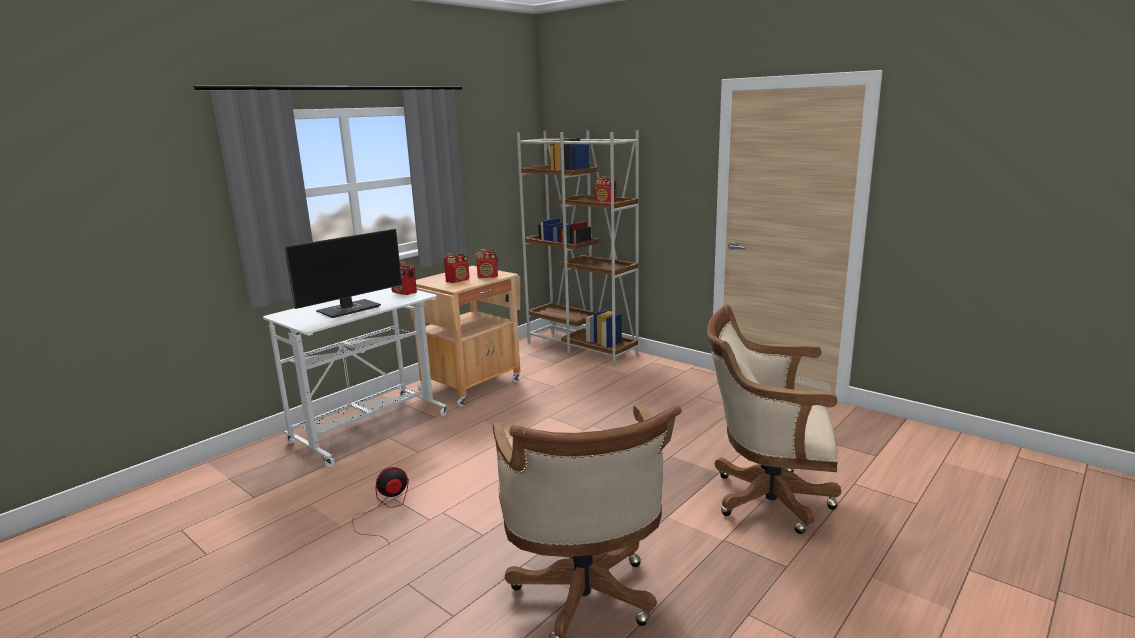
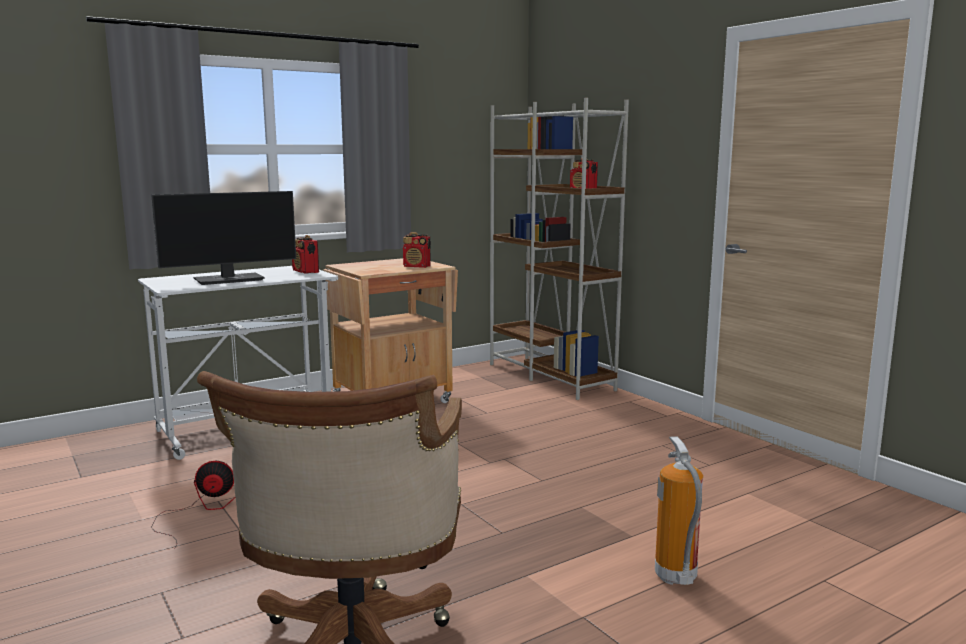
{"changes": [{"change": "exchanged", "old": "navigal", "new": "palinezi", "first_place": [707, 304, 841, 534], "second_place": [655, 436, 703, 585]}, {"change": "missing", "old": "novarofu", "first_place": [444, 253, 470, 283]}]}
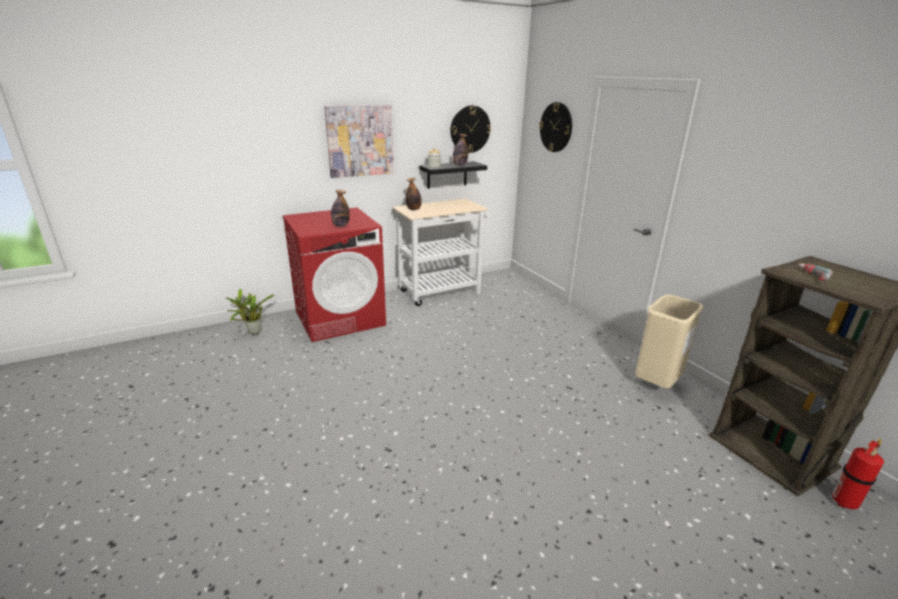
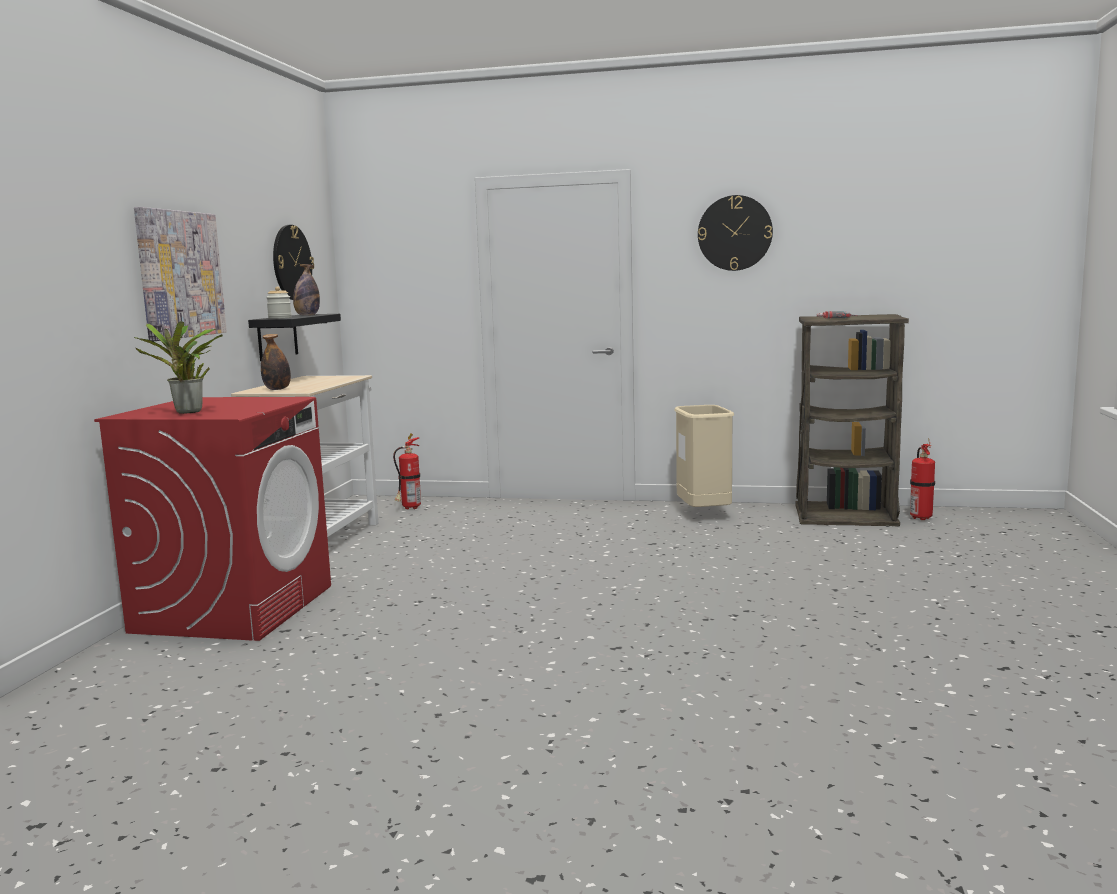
{"changes": [{"change": "relocated", "old": "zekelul", "first_place": [226, 289, 274, 334], "second_place": [134, 321, 223, 414]}, {"change": "appeared", "new": "palinezi", "second_place": [393, 433, 421, 509]}, {"change": "relocated", "old": "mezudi", "first_place": [539, 102, 572, 152], "second_place": [698, 195, 773, 271]}, {"change": "missing", "old": "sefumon", "first_place": [331, 190, 350, 227]}]}
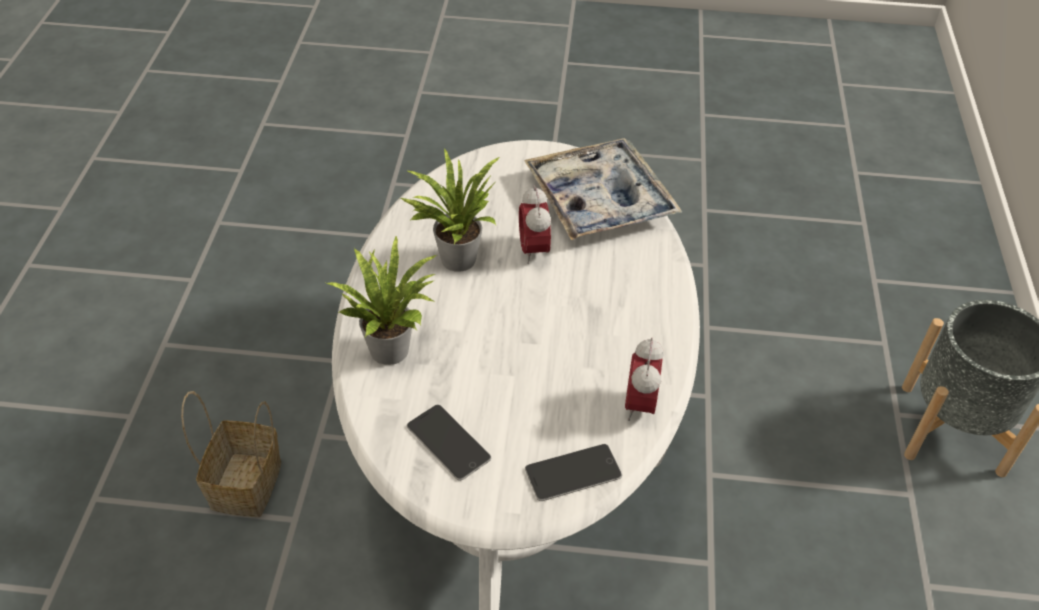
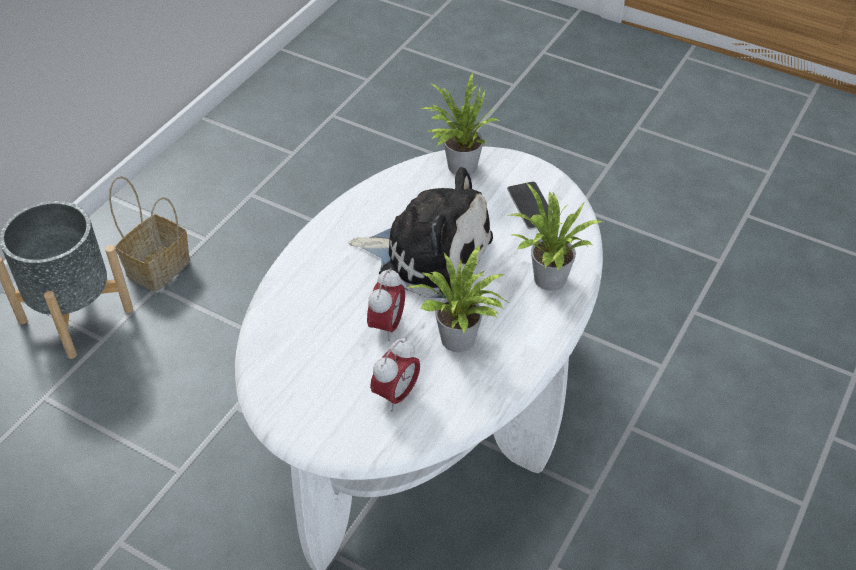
{"changes": [{"change": "relocated", "old": "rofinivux", "first_place": [181, 391, 281, 517], "second_place": [109, 176, 190, 292]}, {"change": "appeared", "new": "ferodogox", "second_place": [348, 167, 493, 298]}, {"change": "relocated", "old": "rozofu", "first_place": [625, 338, 664, 421], "second_place": [370, 337, 420, 412]}, {"change": "exchanged", "old": "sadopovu", "new": "zekelul", "first_place": [525, 444, 622, 501], "second_place": [421, 72, 499, 175]}, {"change": "missing", "old": "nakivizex", "first_place": [524, 138, 683, 240]}]}
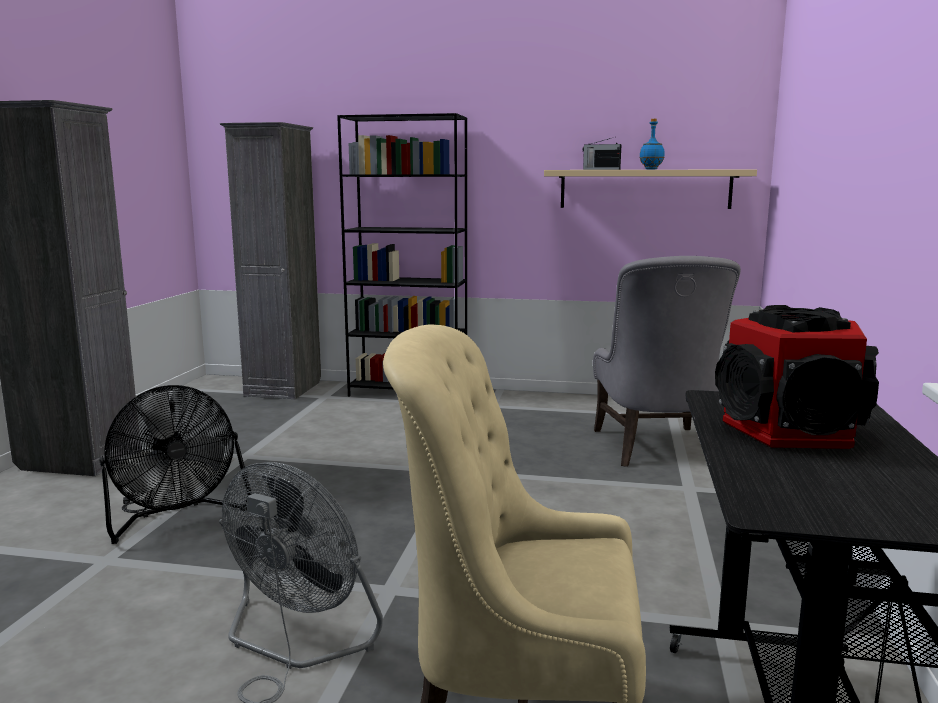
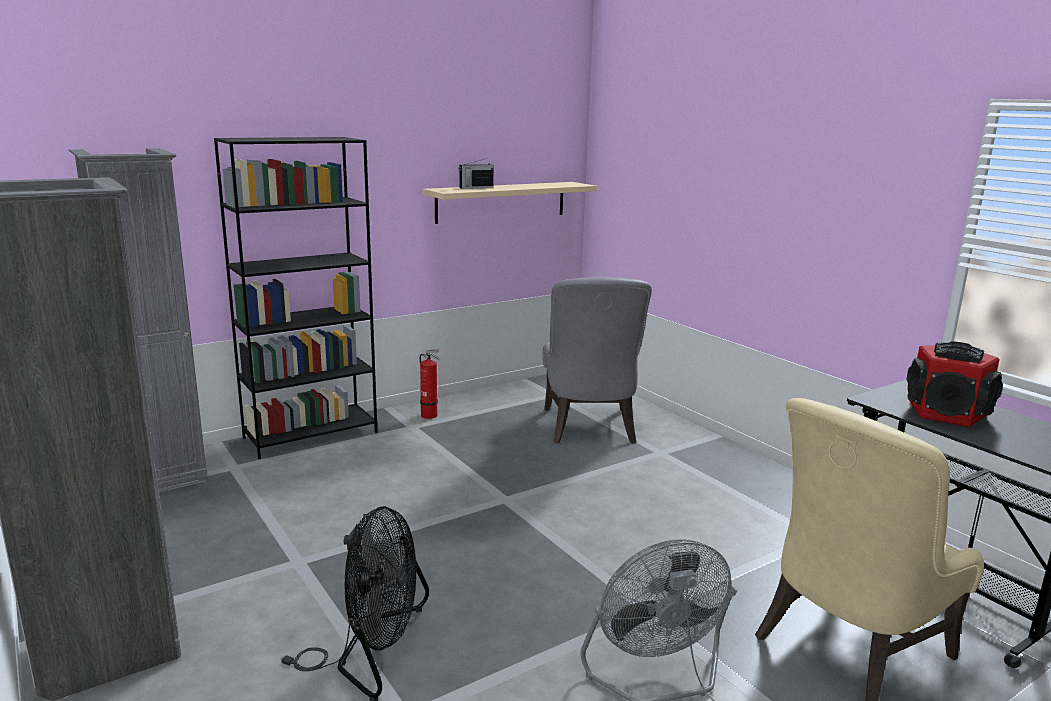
{"changes": [{"change": "appeared", "new": "palinezi", "second_place": [420, 350, 440, 419]}, {"change": "spun", "old": "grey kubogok", "first_place": [593, 256, 741, 467], "second_place": [542, 277, 652, 444], "degrees": 45}, {"change": "missing", "old": "blue sefumon", "first_place": [639, 119, 665, 170]}]}
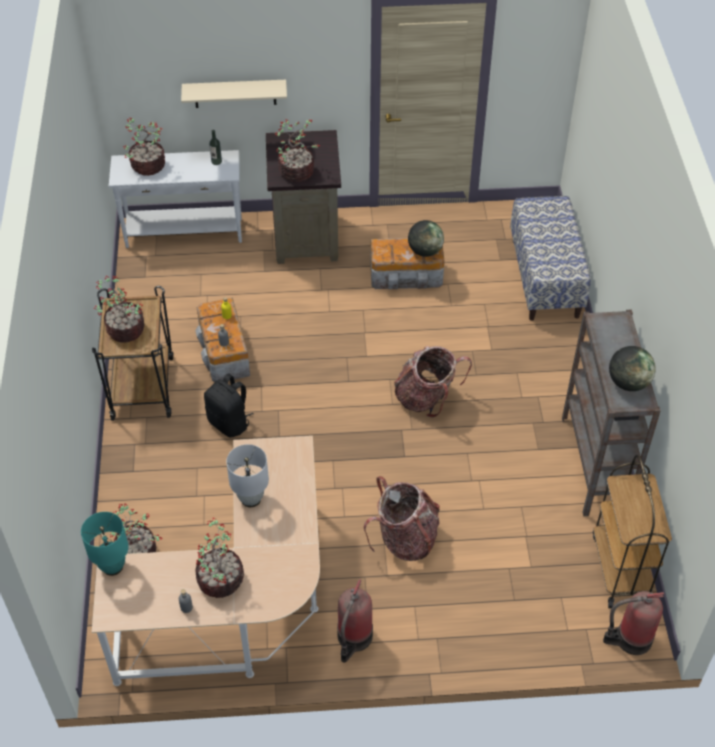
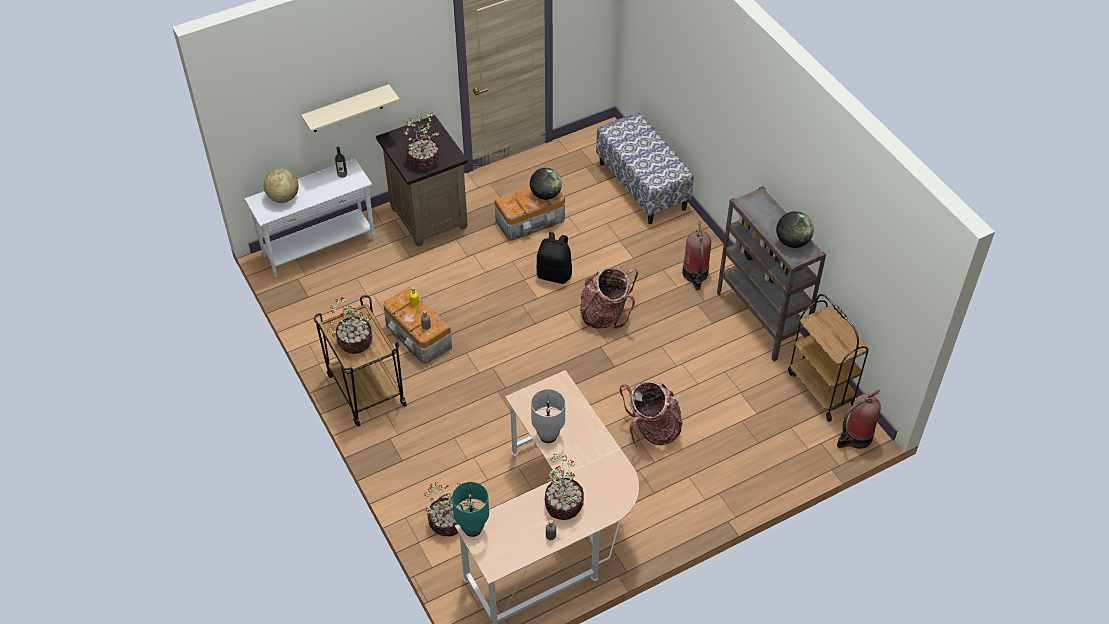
{"changes": [{"change": "exchanged", "old": "zekelul", "new": "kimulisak", "first_place": [123, 118, 165, 176], "second_place": [264, 169, 299, 203]}, {"change": "relocated", "old": "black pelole", "first_place": [204, 373, 253, 437], "second_place": [536, 232, 572, 284]}, {"change": "relocated", "old": "palinezi", "first_place": [337, 579, 373, 663], "second_place": [682, 221, 711, 290]}]}
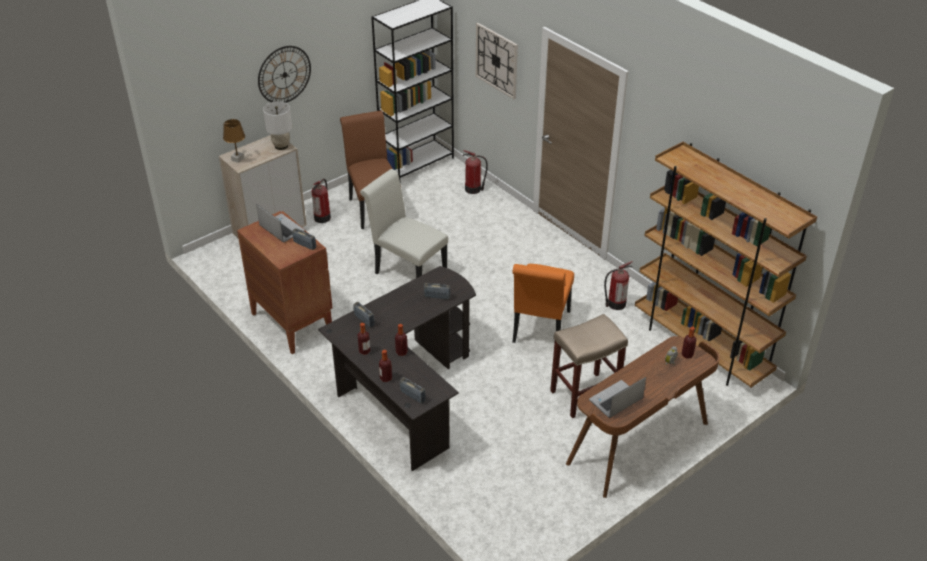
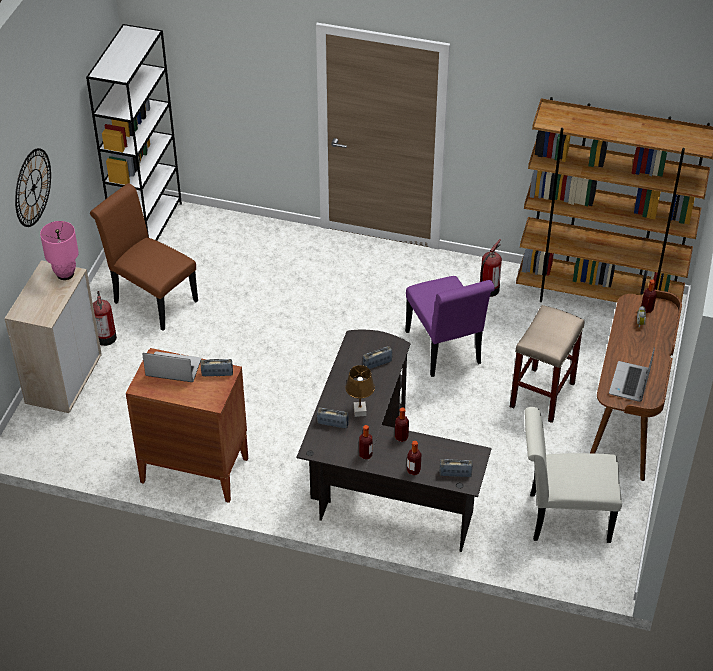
{"changes": [{"change": "colour", "old": "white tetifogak", "new": "pink tetifogak", "first_place": [263, 101, 292, 150], "second_place": [40, 221, 79, 280]}, {"change": "relocated", "old": "brown tetifogak", "first_place": [223, 119, 245, 163], "second_place": [345, 365, 375, 417]}, {"change": "colour", "old": "orange kubogok", "new": "purple kubogok", "first_place": [512, 264, 574, 343], "second_place": [405, 276, 495, 377]}, {"change": "relocated", "old": "white kubogok", "first_place": [360, 169, 448, 278], "second_place": [525, 407, 622, 543]}, {"change": "missing", "old": "palinezi", "first_place": [463, 150, 488, 194]}, {"change": "missing", "old": "mezudi", "first_place": [476, 23, 518, 99]}]}
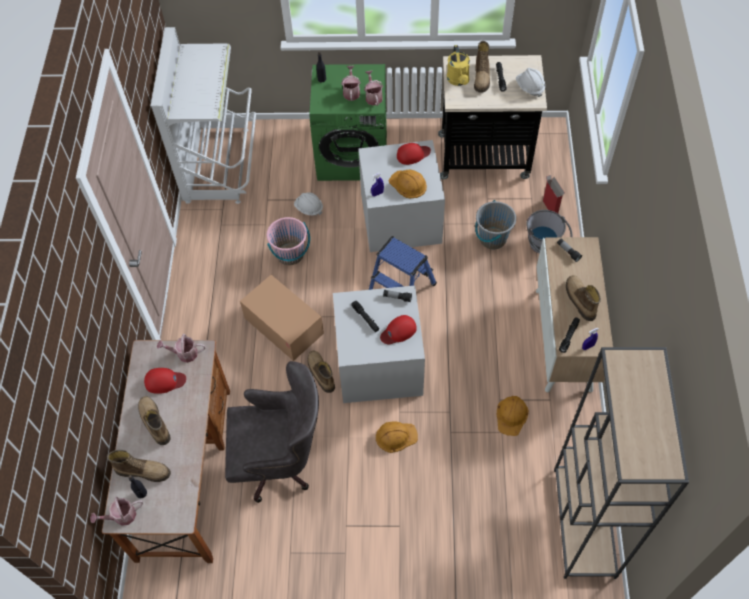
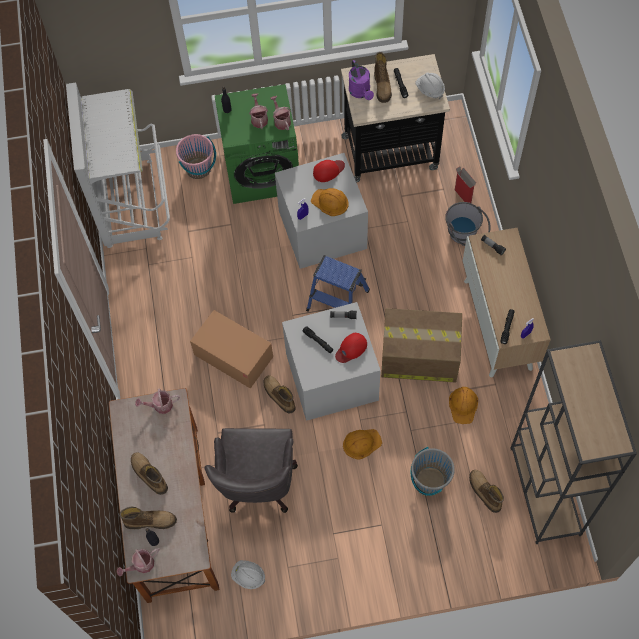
{"changes": [{"change": "relocated", "old": "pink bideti", "first_place": [267, 217, 310, 265], "second_place": [176, 134, 216, 179]}, {"change": "spun", "old": "grey navigal", "first_place": [225, 361, 319, 503], "second_place": [204, 428, 298, 513], "degrees": 105}, {"change": "relocated", "old": "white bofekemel", "first_place": [294, 192, 323, 216], "second_place": [231, 560, 265, 589]}, {"change": "colour", "old": "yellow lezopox", "new": "purple lezopox", "first_place": [447, 45, 470, 86], "second_place": [349, 60, 374, 100]}, {"change": "appeared", "new": "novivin", "second_place": [381, 308, 462, 383]}, {"change": "relocated", "old": "grey bideti", "first_place": [475, 200, 516, 249], "second_place": [411, 447, 455, 496]}, {"change": "relocated", "old": "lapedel", "first_place": [566, 275, 601, 321], "second_place": [469, 470, 504, 513]}, {"change": "missing", "old": "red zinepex", "first_place": [144, 368, 186, 394]}]}
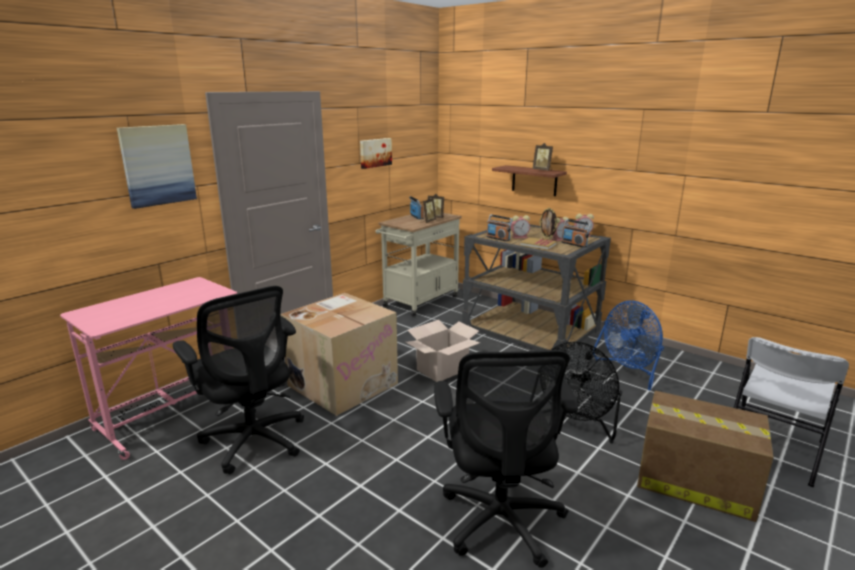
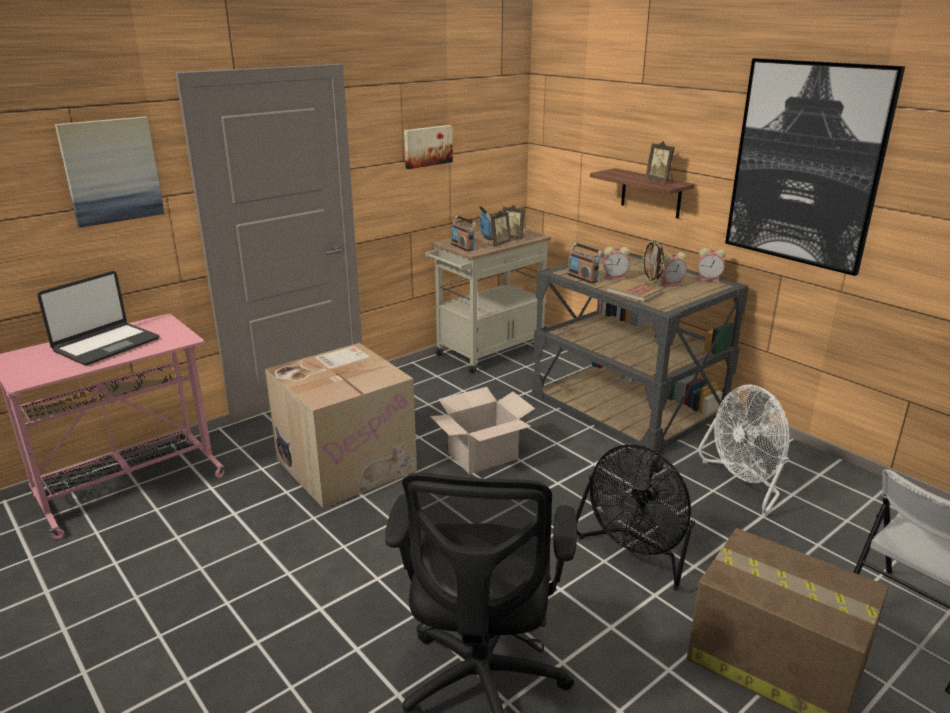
{"changes": [{"change": "appeared", "new": "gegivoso", "second_place": [37, 271, 159, 365]}, {"change": "relocated", "old": "novarofu", "first_place": [562, 219, 591, 248], "second_place": [451, 216, 476, 251]}, {"change": "colour", "old": "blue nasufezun", "new": "white nasufezun", "first_place": [593, 300, 664, 391], "second_place": [698, 385, 790, 517]}, {"change": "appeared", "new": "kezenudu", "second_place": [725, 58, 905, 276]}, {"change": "missing", "old": "black navigal", "first_place": [173, 286, 304, 474]}]}
